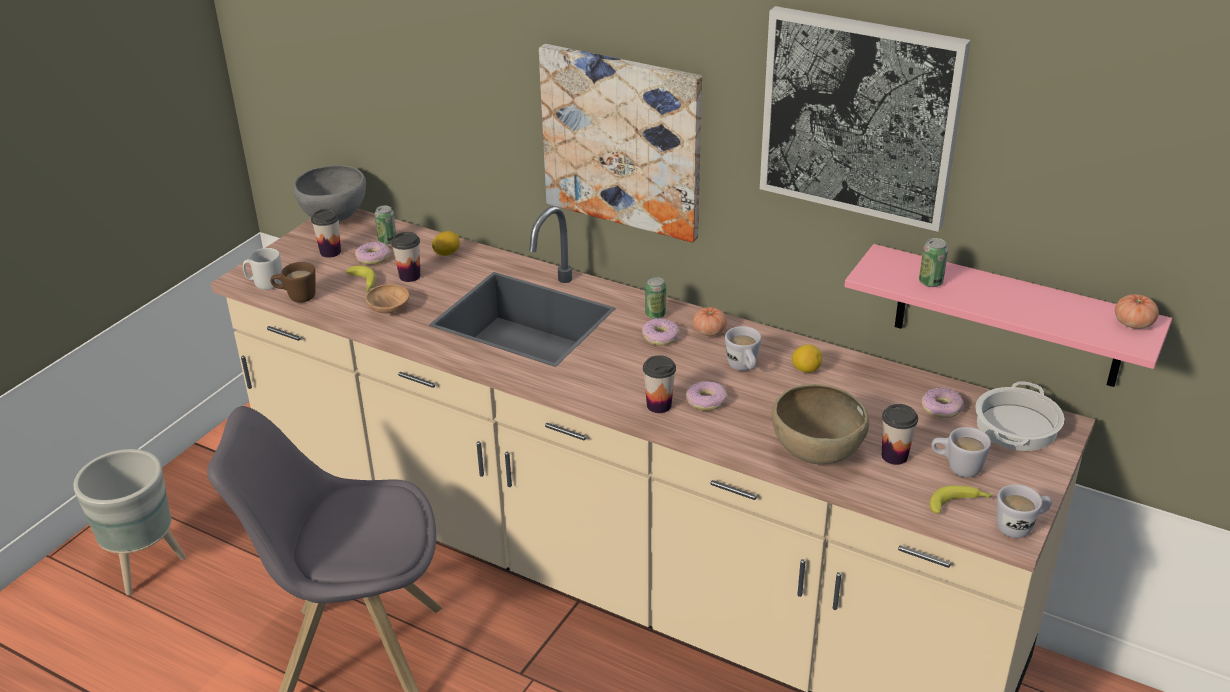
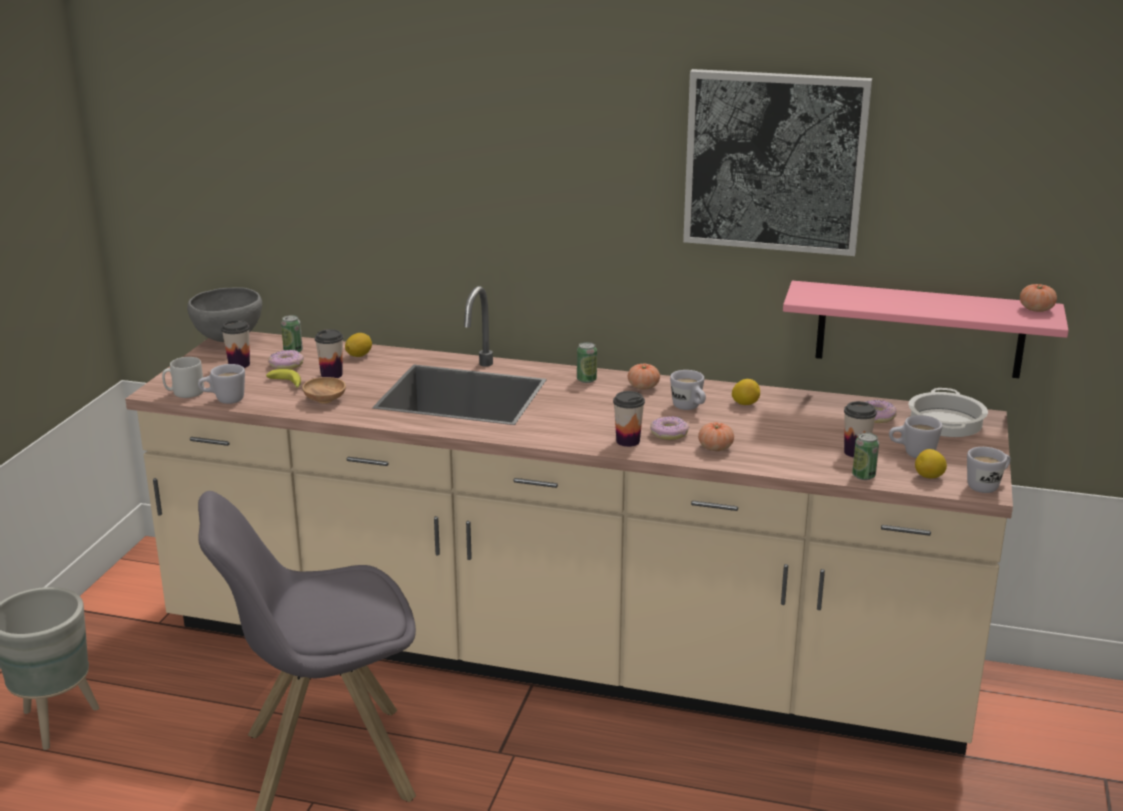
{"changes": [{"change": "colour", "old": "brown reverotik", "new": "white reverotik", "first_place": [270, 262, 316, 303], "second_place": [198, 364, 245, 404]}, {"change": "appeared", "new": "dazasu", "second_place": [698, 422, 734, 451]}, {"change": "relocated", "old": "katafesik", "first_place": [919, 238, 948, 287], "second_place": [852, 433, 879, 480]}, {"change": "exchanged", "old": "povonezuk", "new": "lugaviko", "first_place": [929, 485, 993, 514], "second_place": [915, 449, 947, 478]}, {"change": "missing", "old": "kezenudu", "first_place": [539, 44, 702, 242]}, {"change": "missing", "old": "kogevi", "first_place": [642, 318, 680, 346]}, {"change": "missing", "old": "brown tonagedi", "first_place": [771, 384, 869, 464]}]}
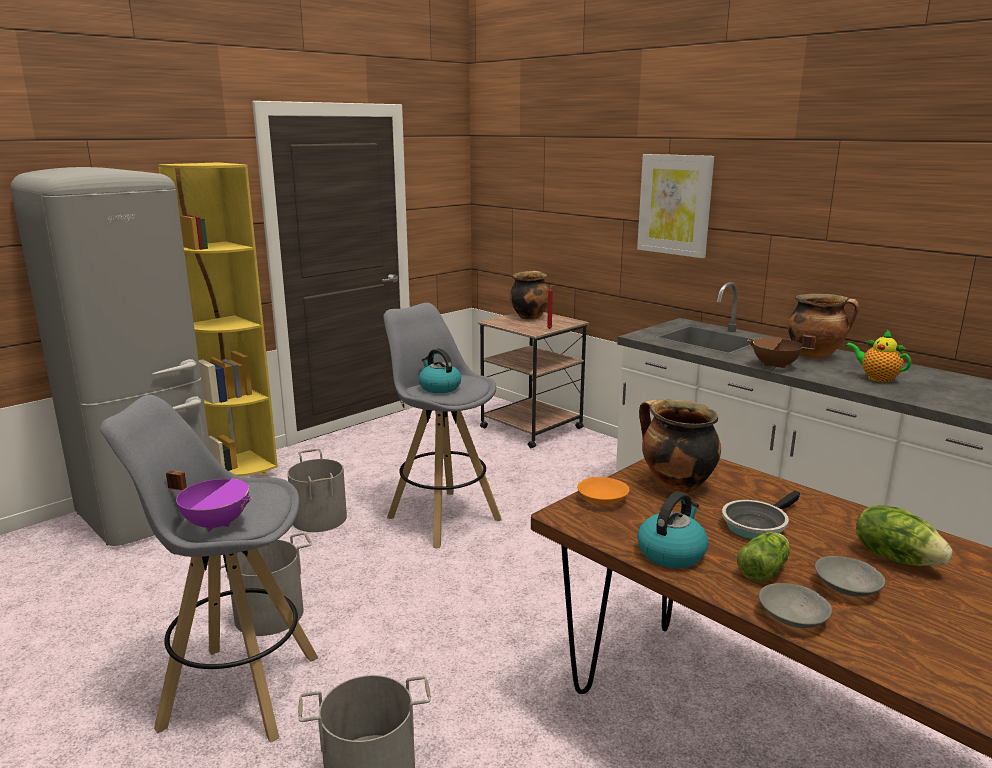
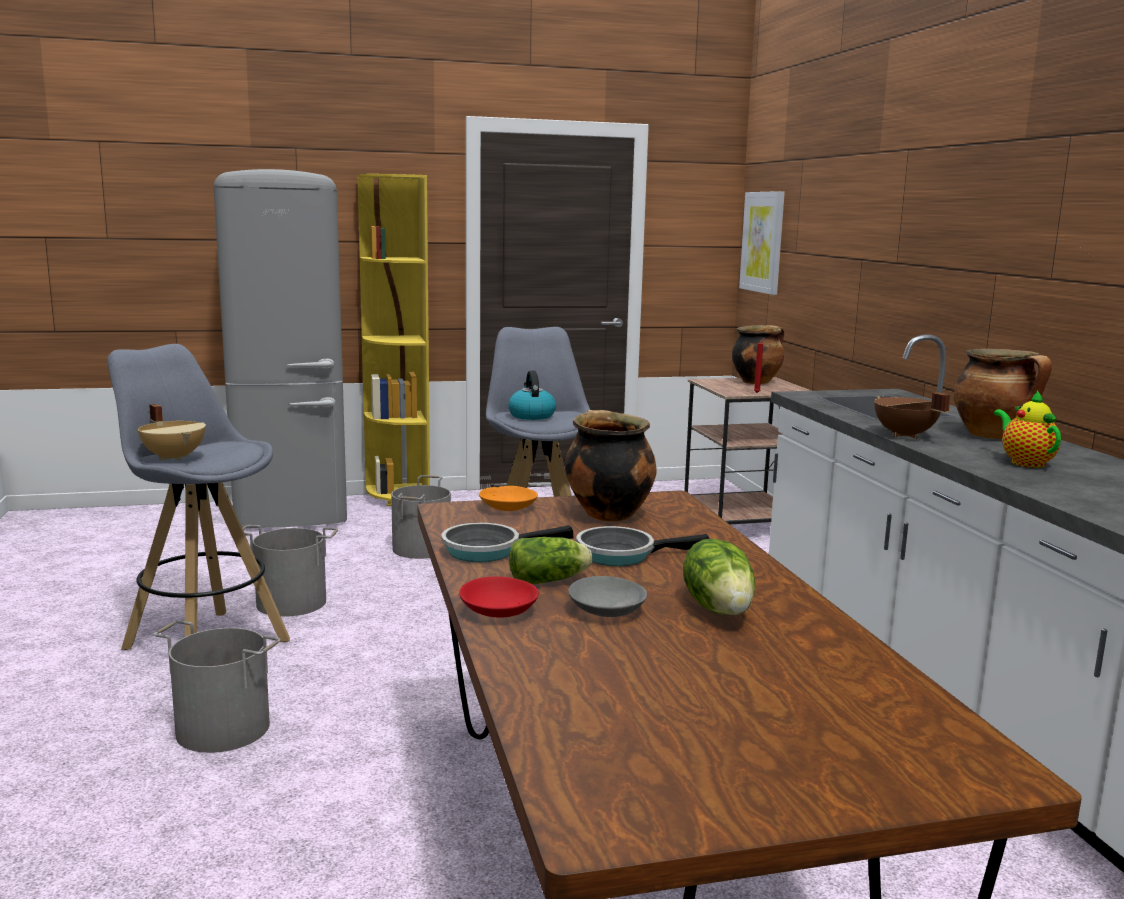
{"changes": [{"change": "colour", "old": "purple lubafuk", "new": "beige lubafuk", "first_place": [166, 470, 252, 532], "second_place": [138, 404, 206, 461]}, {"change": "exchanged", "old": "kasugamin", "new": "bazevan", "first_place": [637, 492, 708, 568], "second_place": [441, 523, 574, 562]}, {"change": "colour", "old": "grey tonagedi", "new": "red tonagedi", "first_place": [759, 583, 832, 628], "second_place": [459, 576, 539, 618]}, {"change": "relocated", "old": "kezenudu", "first_place": [637, 154, 714, 258], "second_place": [739, 191, 785, 295]}]}
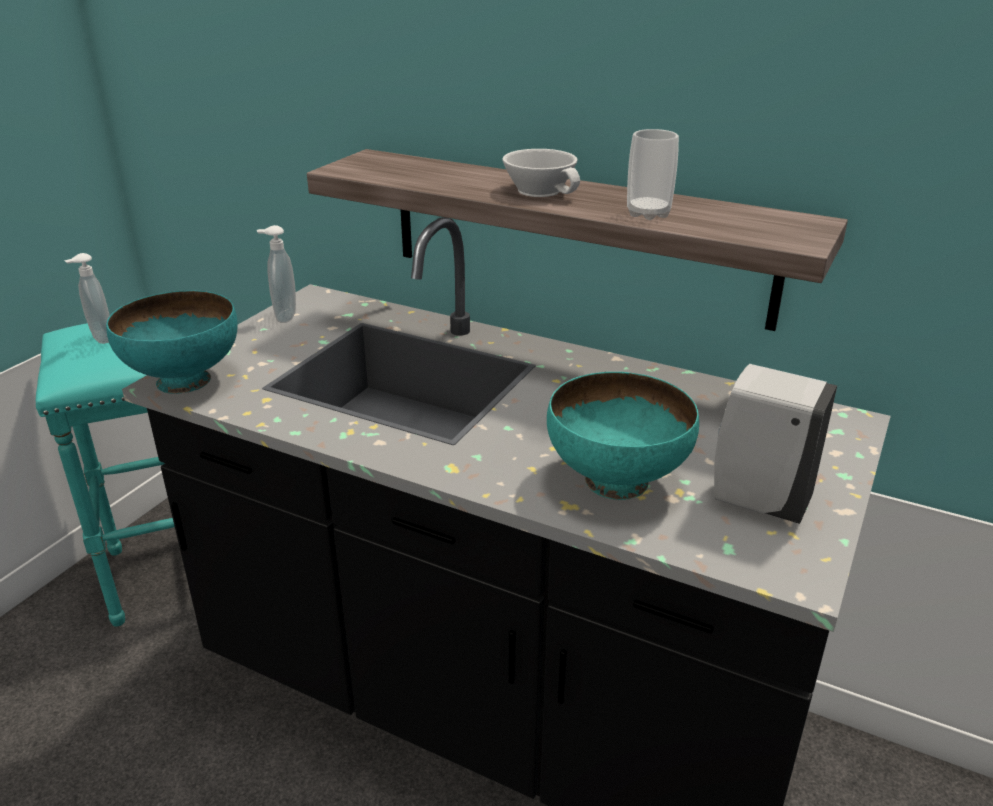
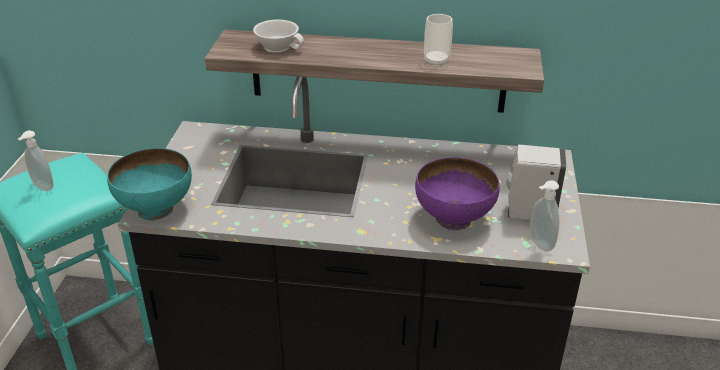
{"changes": [{"change": "relocated", "old": "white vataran", "first_place": [502, 149, 580, 197], "second_place": [253, 20, 304, 53]}, {"change": "colour", "old": "turquoise tonagedi", "new": "purple tonagedi", "first_place": [547, 372, 699, 500], "second_place": [415, 157, 499, 230]}, {"change": "relocated", "old": "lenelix", "first_place": [257, 225, 296, 323], "second_place": [530, 180, 560, 252]}]}
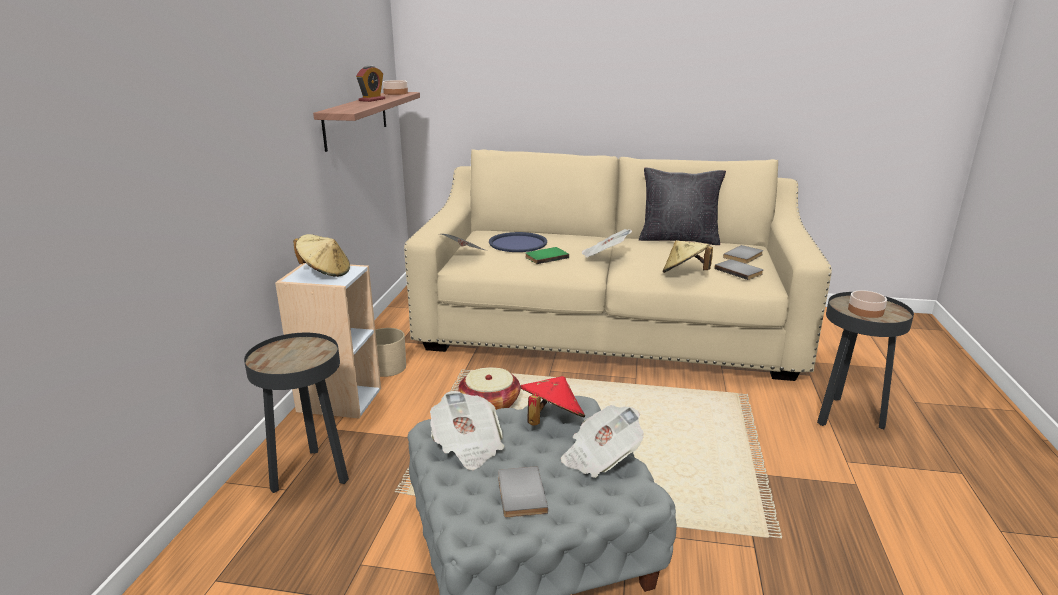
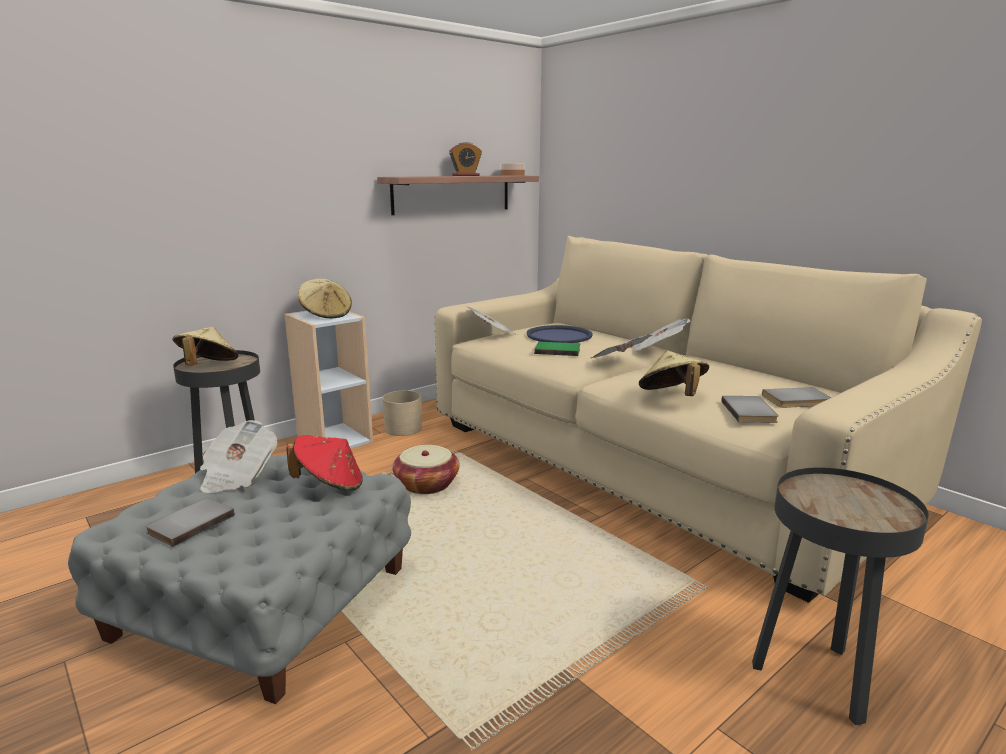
{"changes": [{"change": "appeared", "new": "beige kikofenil", "second_place": [173, 327, 238, 366]}, {"change": "relocated", "old": "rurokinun", "first_place": [561, 405, 644, 478], "second_place": [631, 319, 690, 351]}, {"change": "missing", "old": "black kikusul", "first_place": [639, 168, 726, 245]}, {"change": "missing", "old": "tonagedi", "first_place": [848, 290, 887, 318]}]}
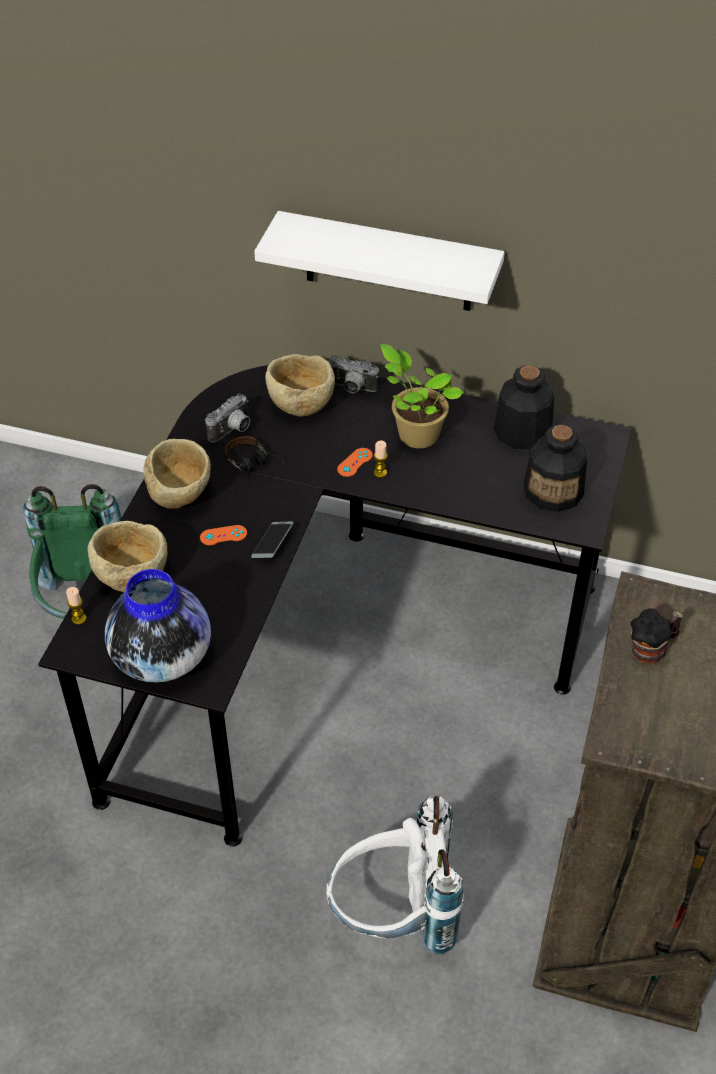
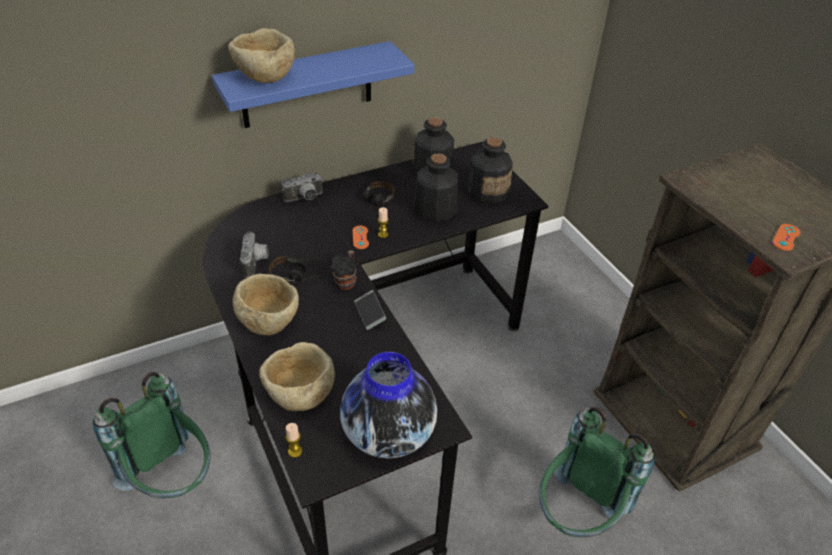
{"changes": [{"change": "colour", "old": "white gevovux", "new": "blue gevovux", "first_place": [254, 211, 505, 311], "second_place": [212, 41, 414, 128]}, {"change": "relocated", "old": "beige tonagedi", "first_place": [265, 354, 335, 417], "second_place": [228, 28, 295, 83]}, {"change": "relocated", "old": "reverotik", "first_place": [630, 608, 684, 664], "second_place": [330, 250, 357, 290]}, {"change": "exchanged", "old": "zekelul", "new": "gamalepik", "first_place": [381, 344, 464, 448], "second_place": [363, 181, 395, 209]}, {"change": "appeared", "new": "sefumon", "second_place": [414, 153, 458, 222]}, {"change": "colour", "old": "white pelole", "new": "green pelole", "first_place": [326, 795, 464, 955], "second_place": [539, 407, 655, 537]}, {"change": "relocated", "old": "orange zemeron", "first_place": [200, 525, 247, 545], "second_place": [772, 224, 800, 251]}]}
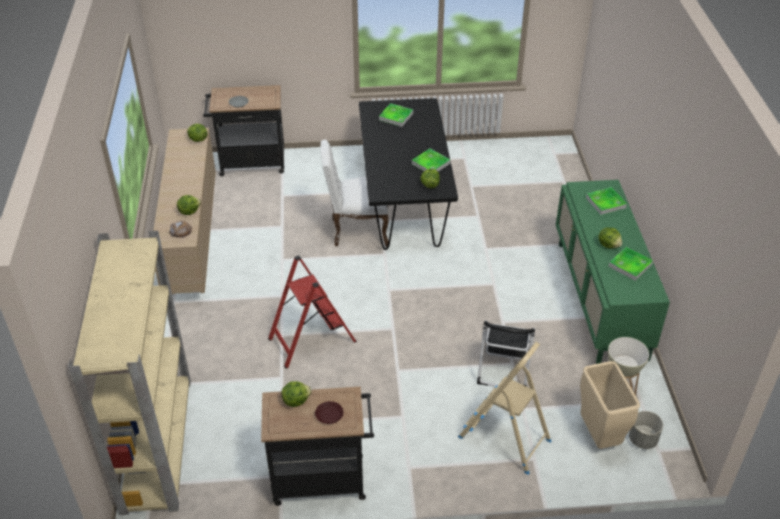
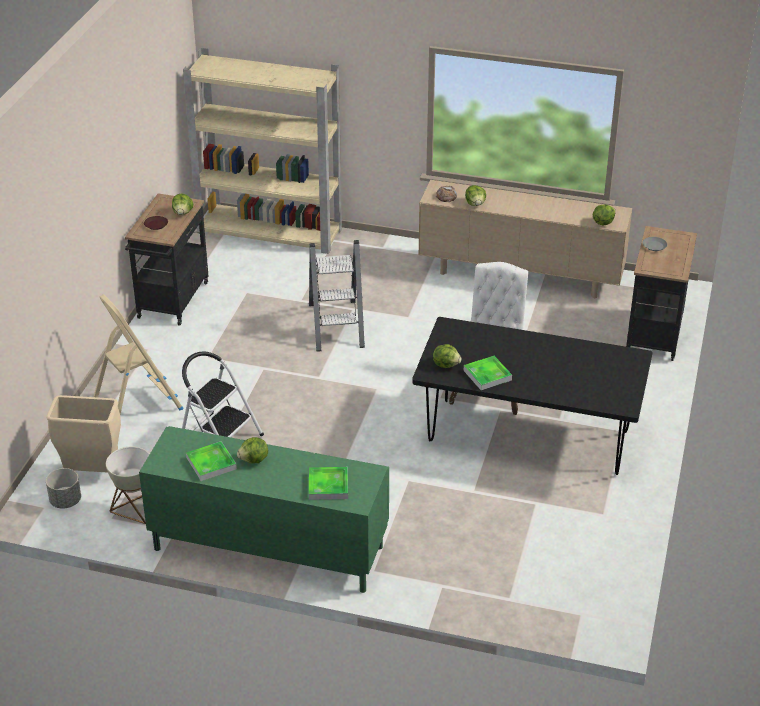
{"changes": [{"change": "colour", "old": "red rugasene", "new": "grey rugasene", "first_place": [268, 255, 357, 369], "second_place": [309, 240, 365, 352]}, {"change": "missing", "old": "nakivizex", "first_place": [379, 103, 413, 127]}]}
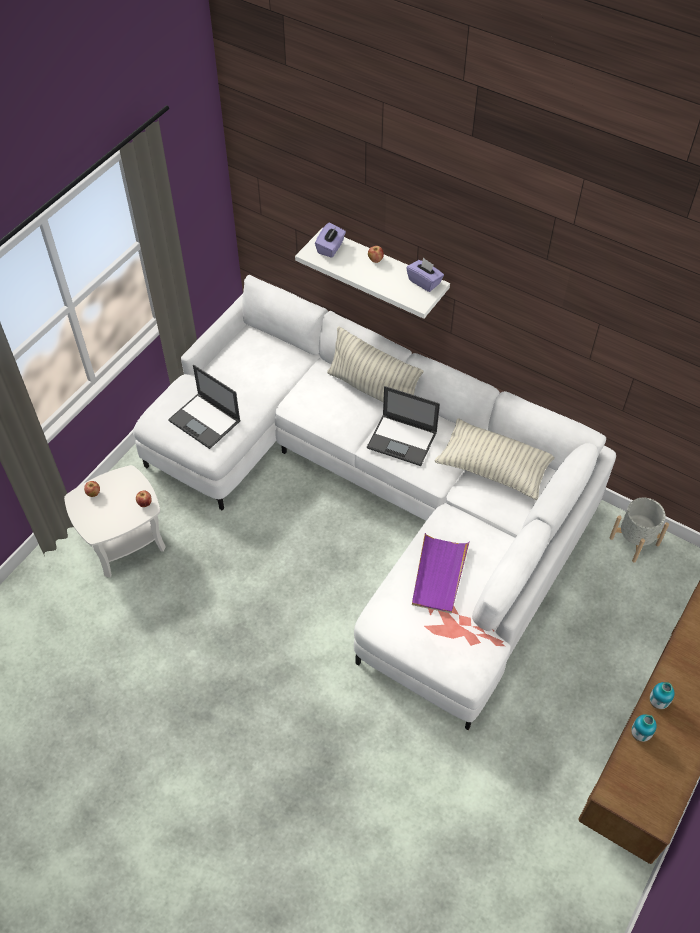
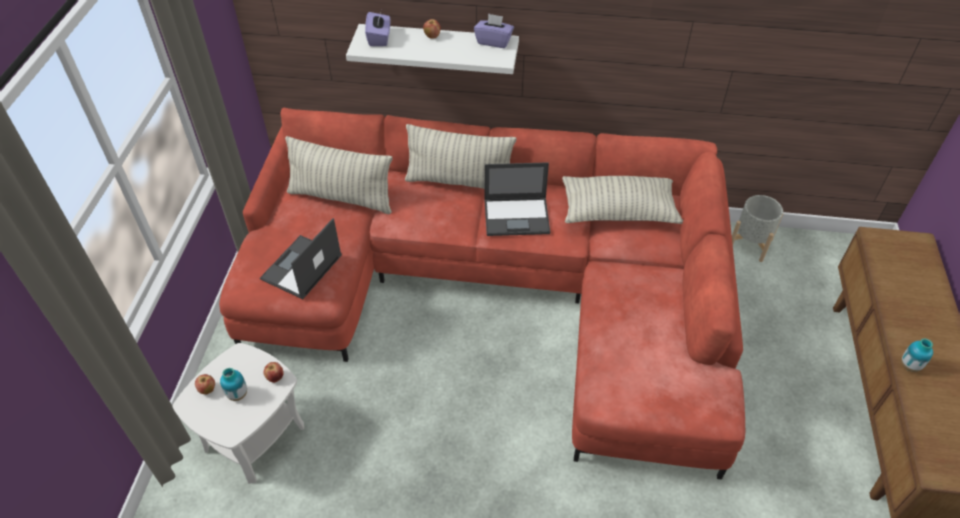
{"changes": [{"change": "colour", "old": "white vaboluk", "new": "red vaboluk", "first_place": [133, 275, 616, 730], "second_place": [219, 108, 745, 479]}, {"change": "relocated", "old": "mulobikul", "first_place": [631, 714, 657, 742], "second_place": [220, 368, 247, 401]}, {"change": "spun", "old": "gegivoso", "first_place": [168, 365, 241, 449], "second_place": [260, 218, 342, 299], "degrees": 105}, {"change": "appeared", "new": "kikusul", "second_place": [285, 136, 393, 214]}, {"change": "missing", "old": "purple nakivizex", "first_place": [412, 533, 470, 614]}]}
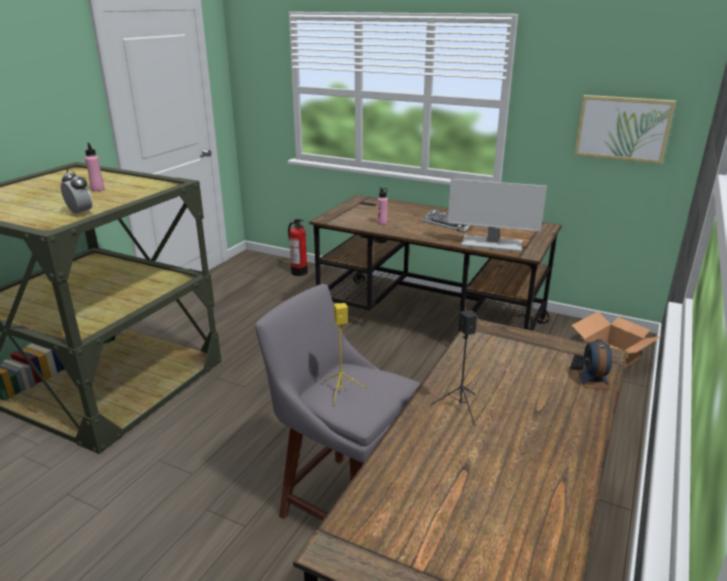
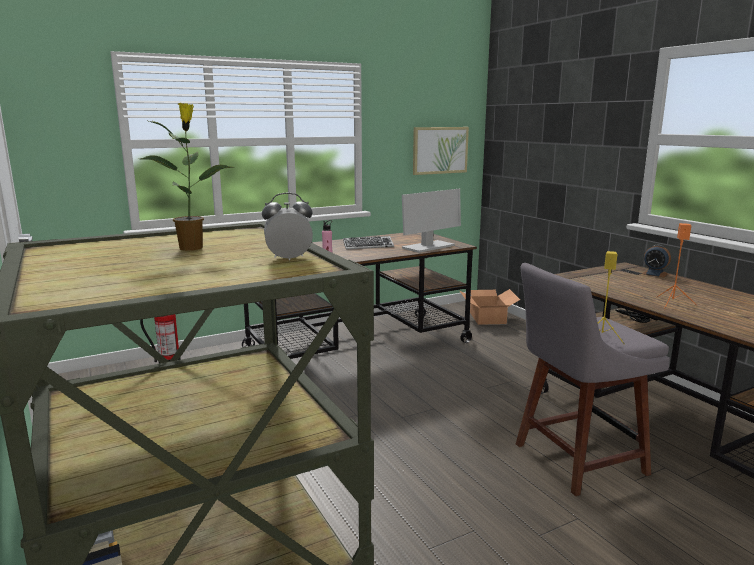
{"changes": [{"change": "exchanged", "old": "pink sefumon", "new": "zekelul", "first_place": [85, 142, 104, 191], "second_place": [140, 103, 233, 251]}, {"change": "colour", "old": "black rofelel", "new": "orange rofelel", "first_place": [431, 310, 477, 425], "second_place": [657, 223, 696, 307]}]}
